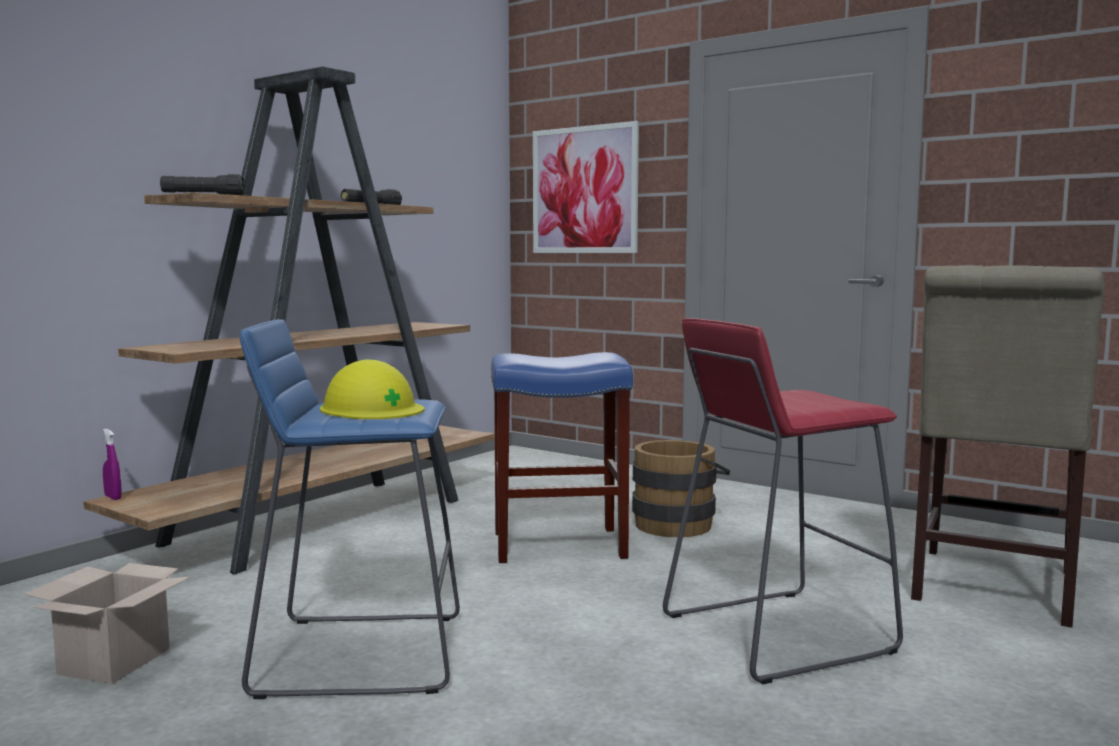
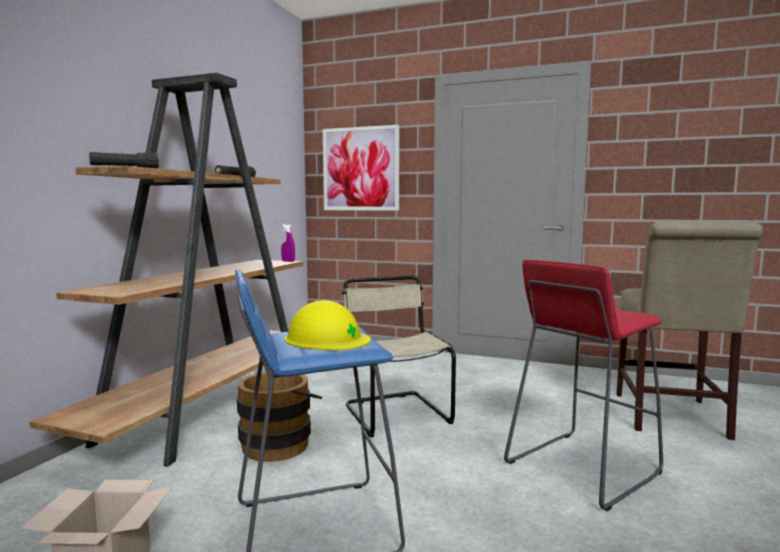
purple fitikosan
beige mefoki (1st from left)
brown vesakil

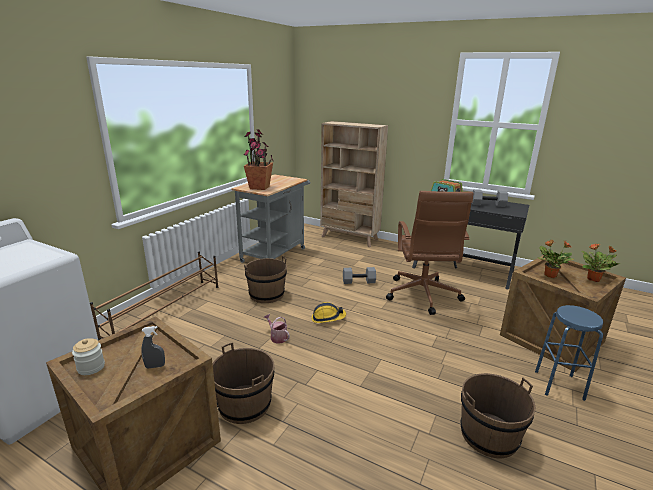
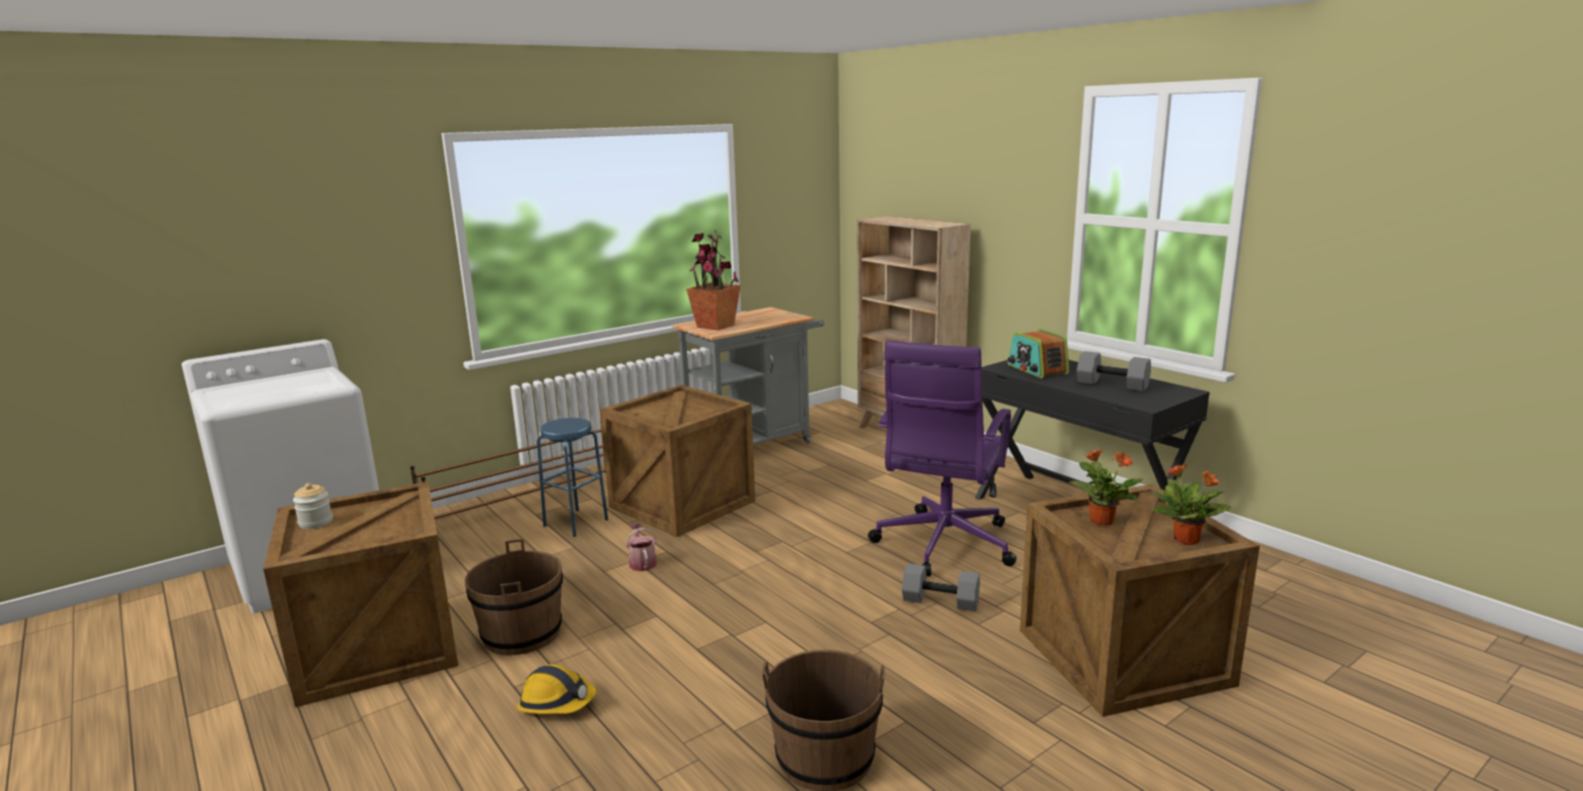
grey fitikosan
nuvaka (2nd from left)
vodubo
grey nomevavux (1st from left)
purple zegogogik
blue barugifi

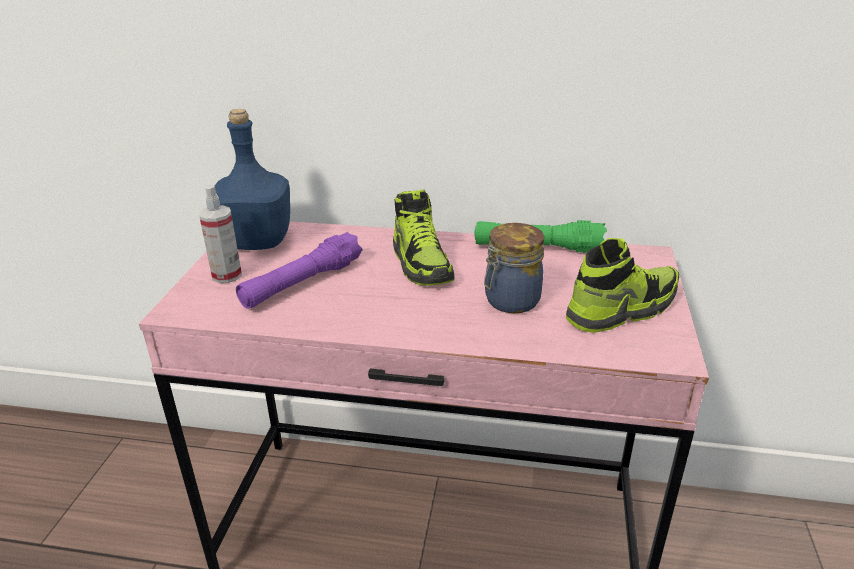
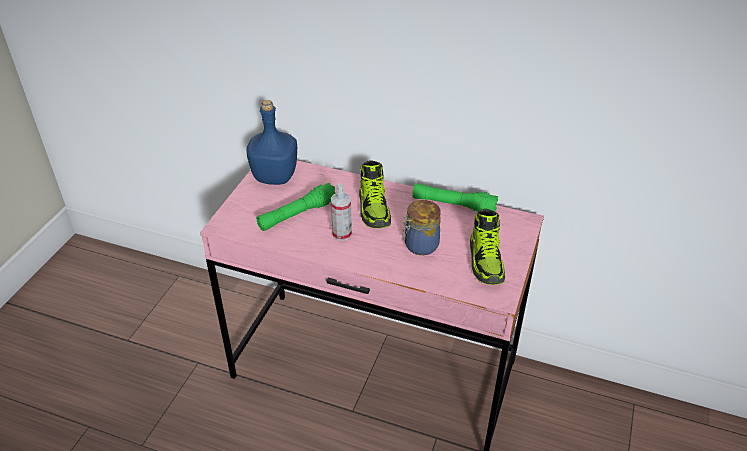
fitikosan
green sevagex (1st from left)
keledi (2nd from left)

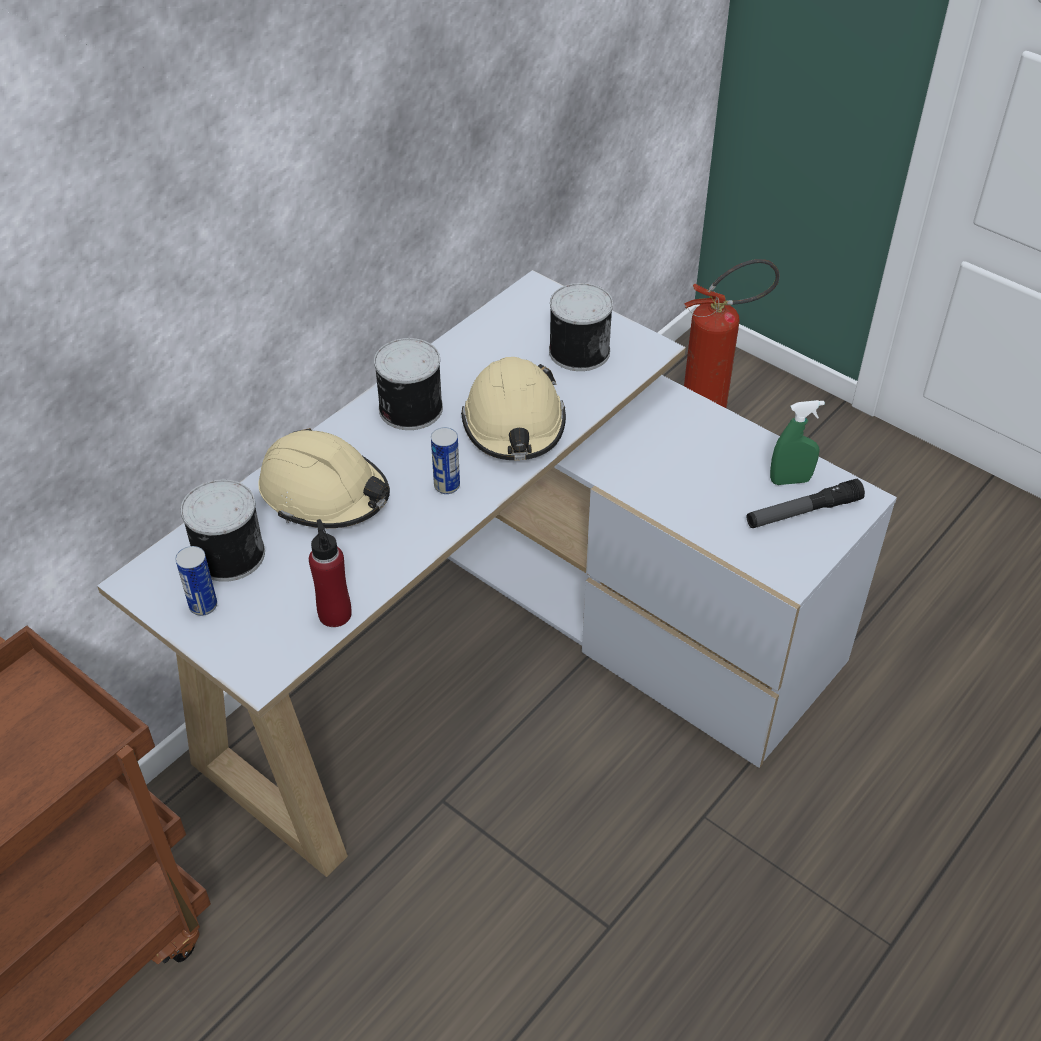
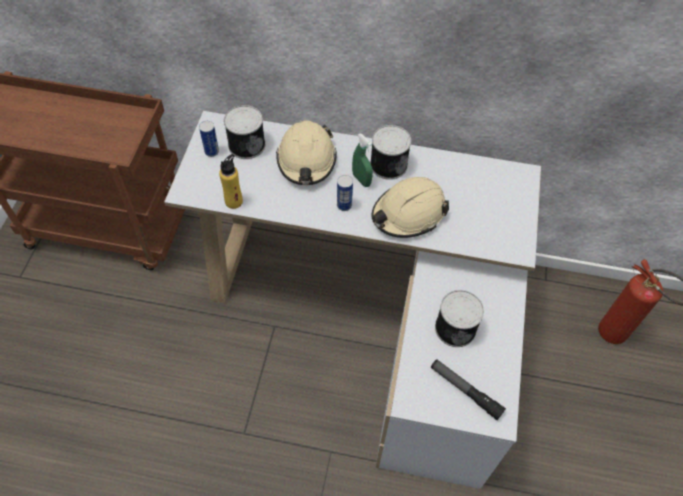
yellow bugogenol
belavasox (5th from left)
green fitikosan

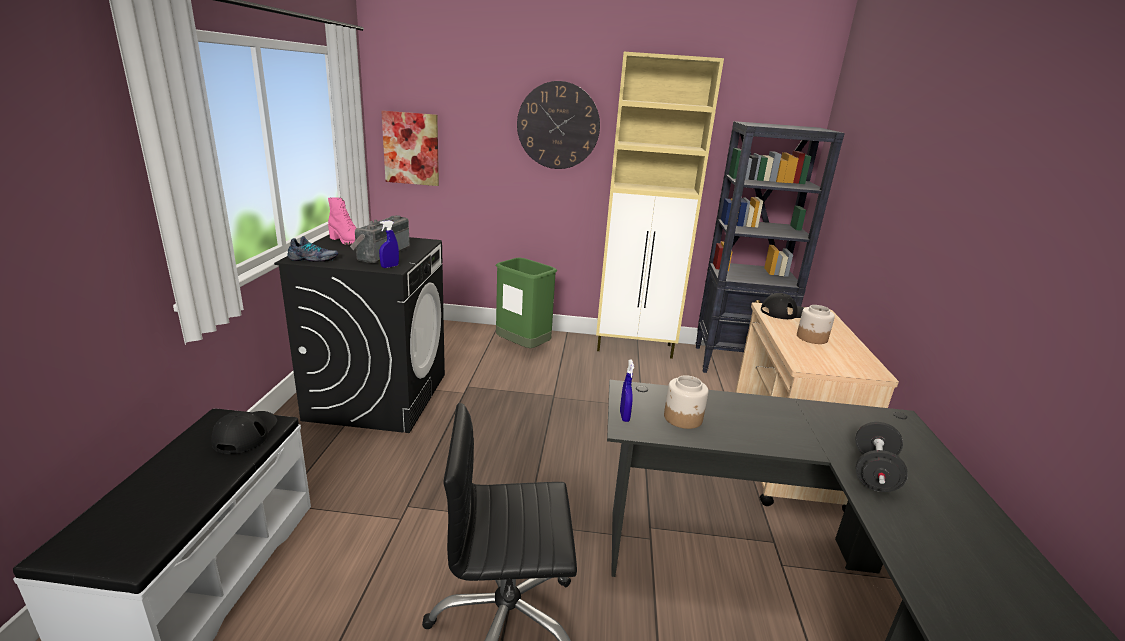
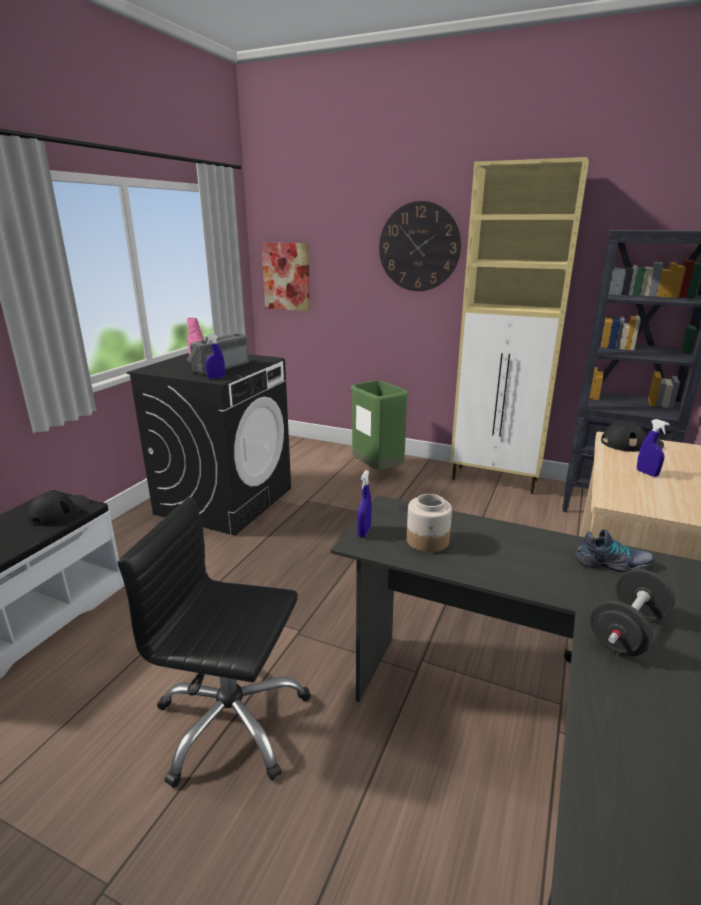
keledi
blue fitikosan (3rd from left)

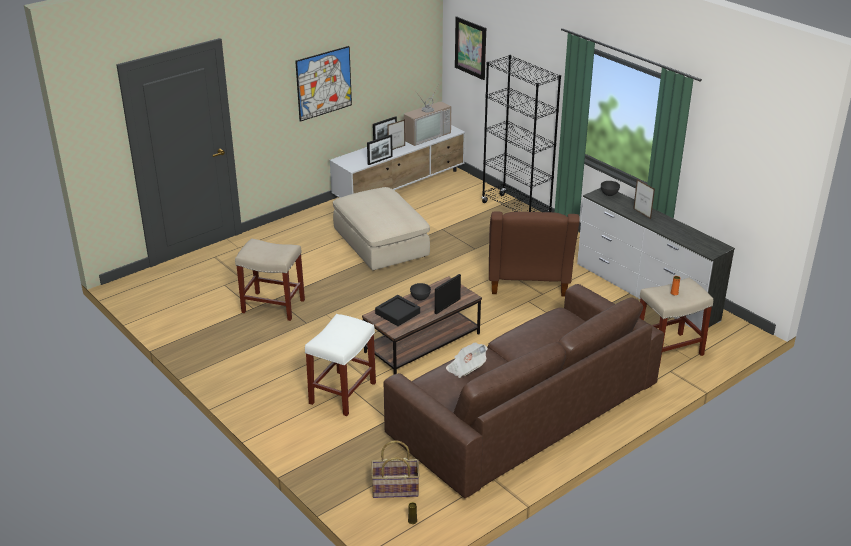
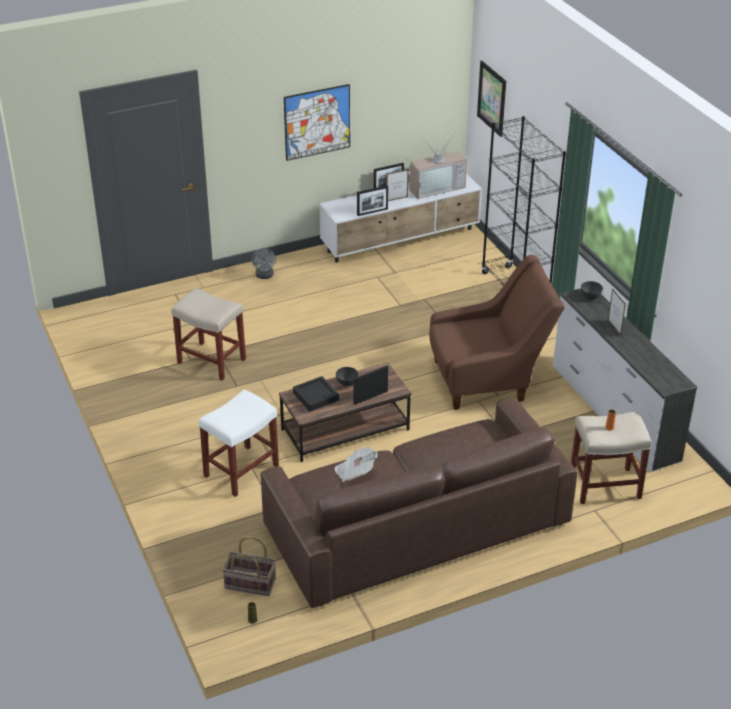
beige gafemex
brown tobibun
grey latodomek

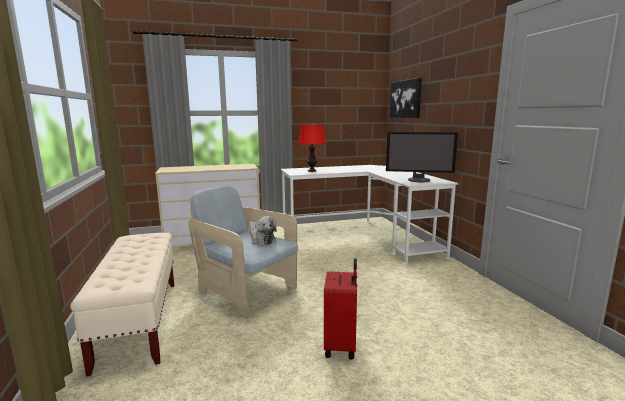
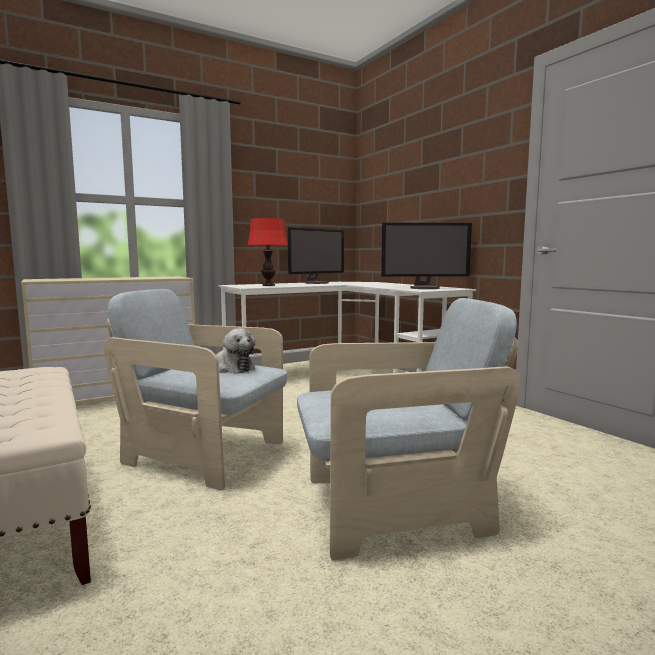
beige tobibun (2nd from left)
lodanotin
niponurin (1st from left)

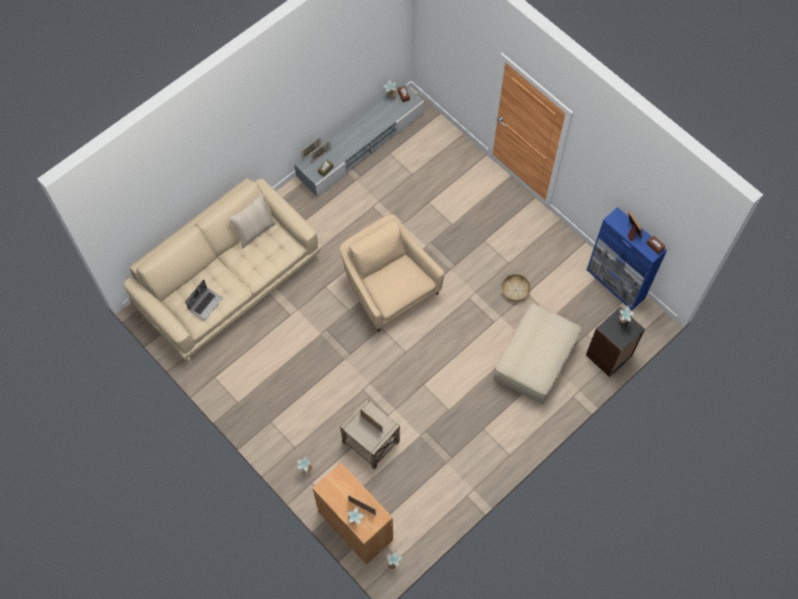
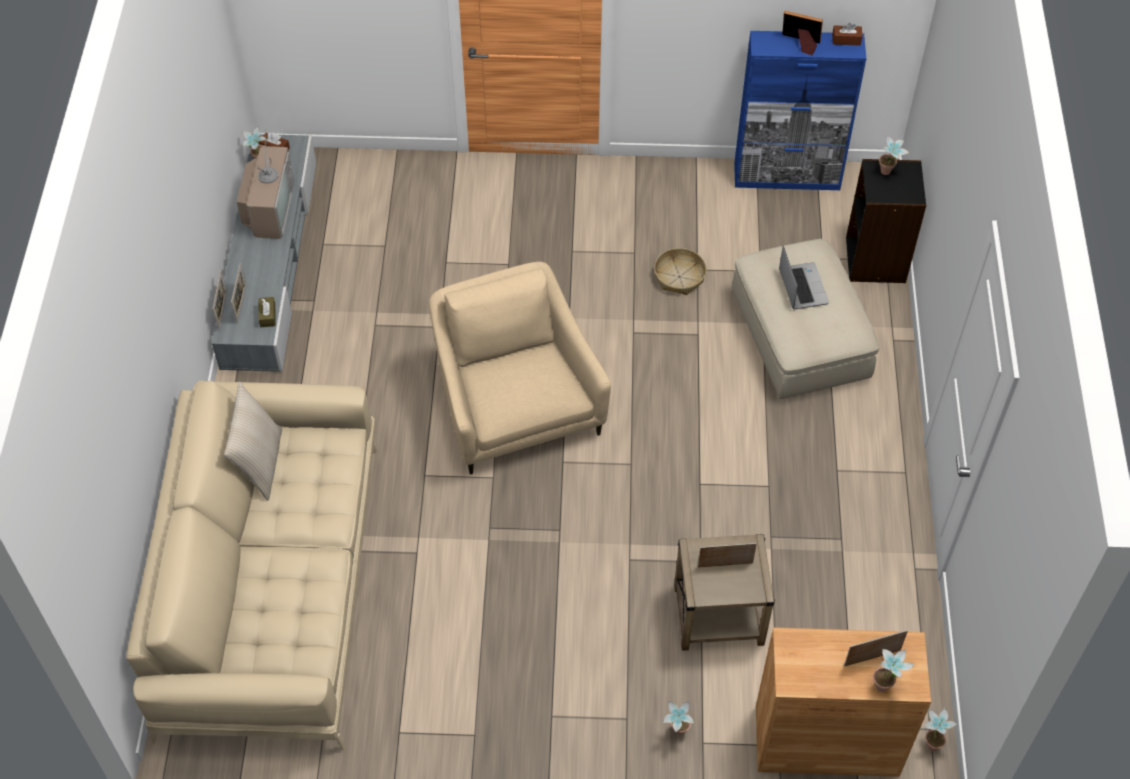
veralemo
beige tobibun
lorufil

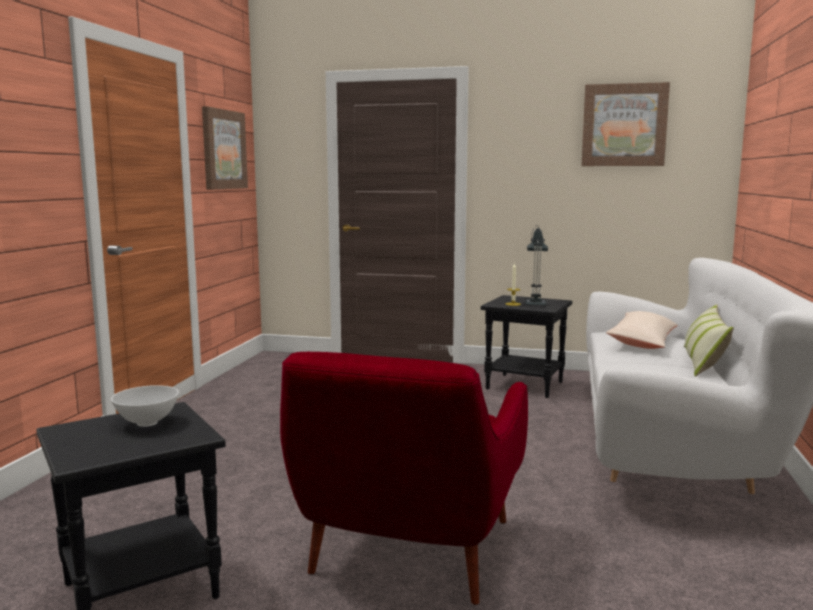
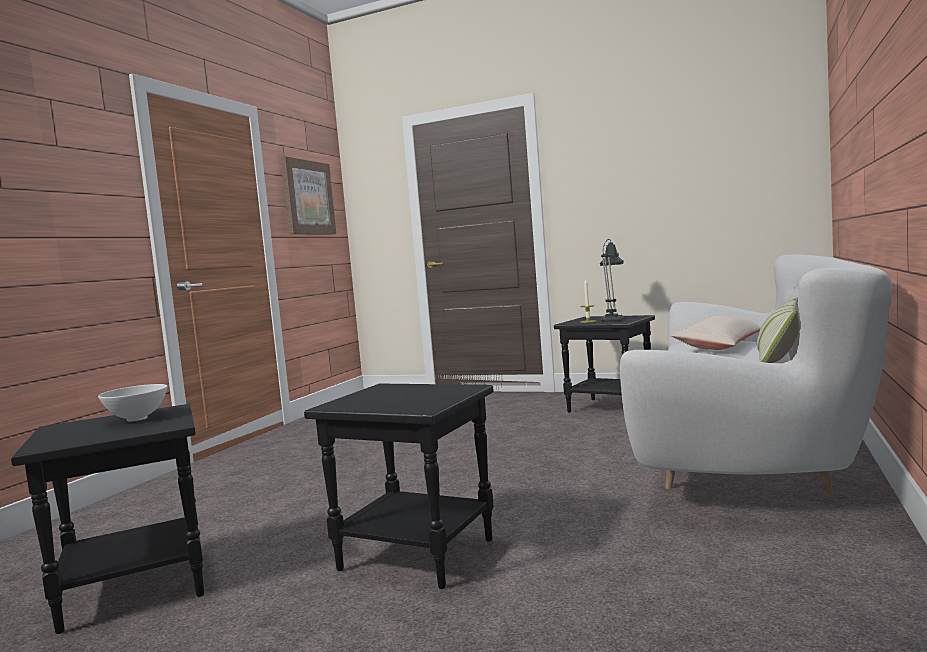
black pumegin (2nd from left)
lodanotin (2nd from left in the first image)

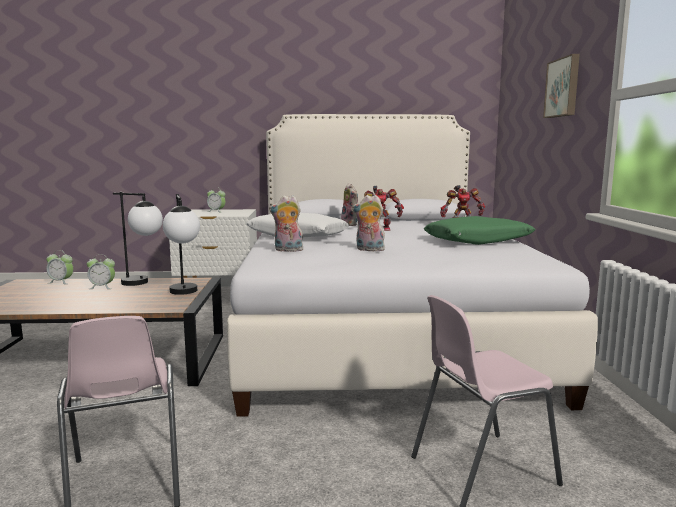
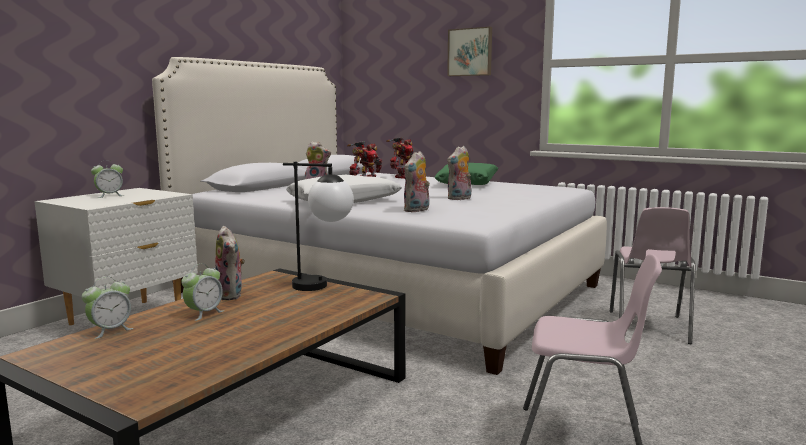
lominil (1st from left)

